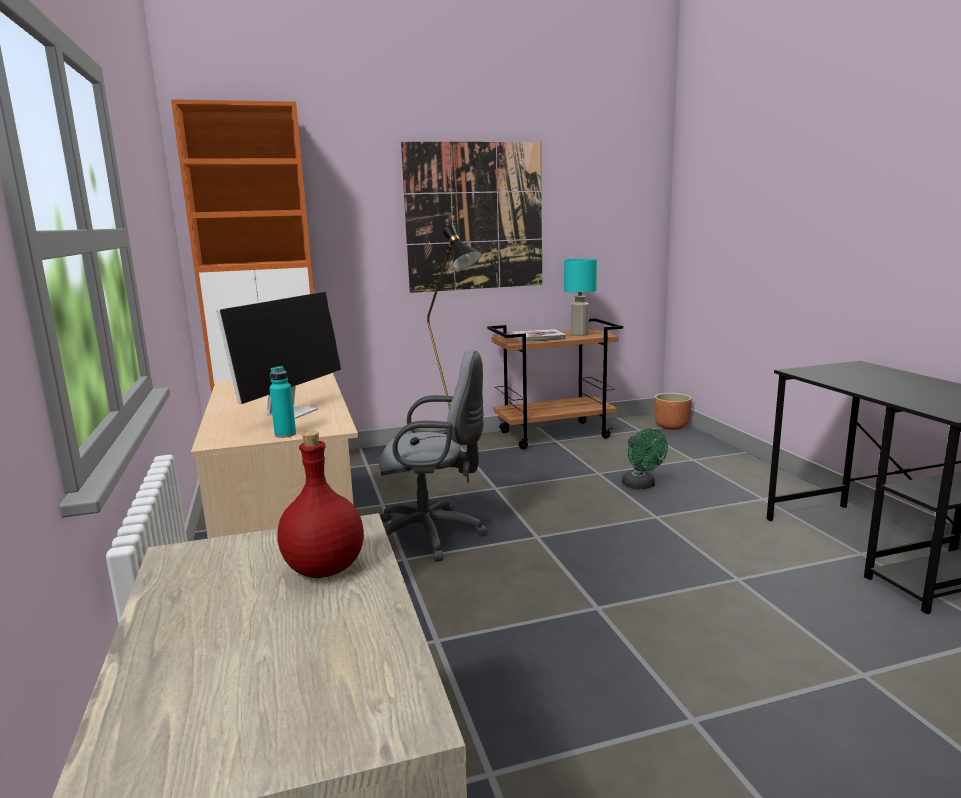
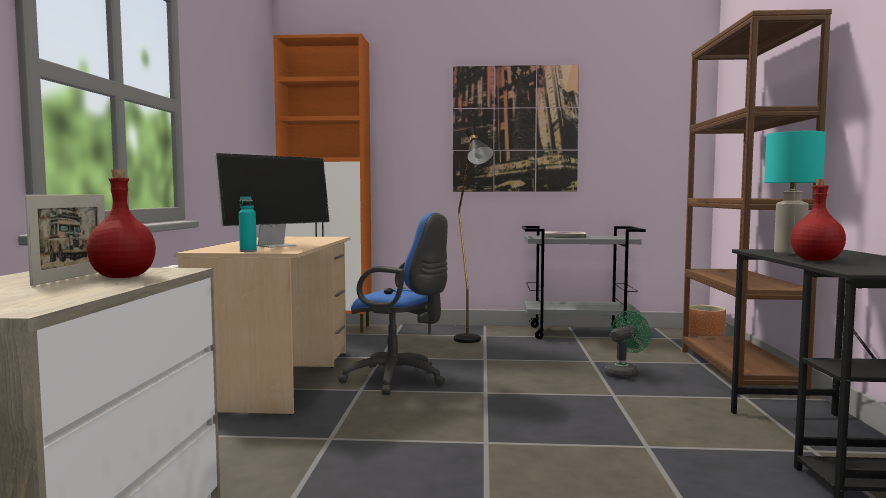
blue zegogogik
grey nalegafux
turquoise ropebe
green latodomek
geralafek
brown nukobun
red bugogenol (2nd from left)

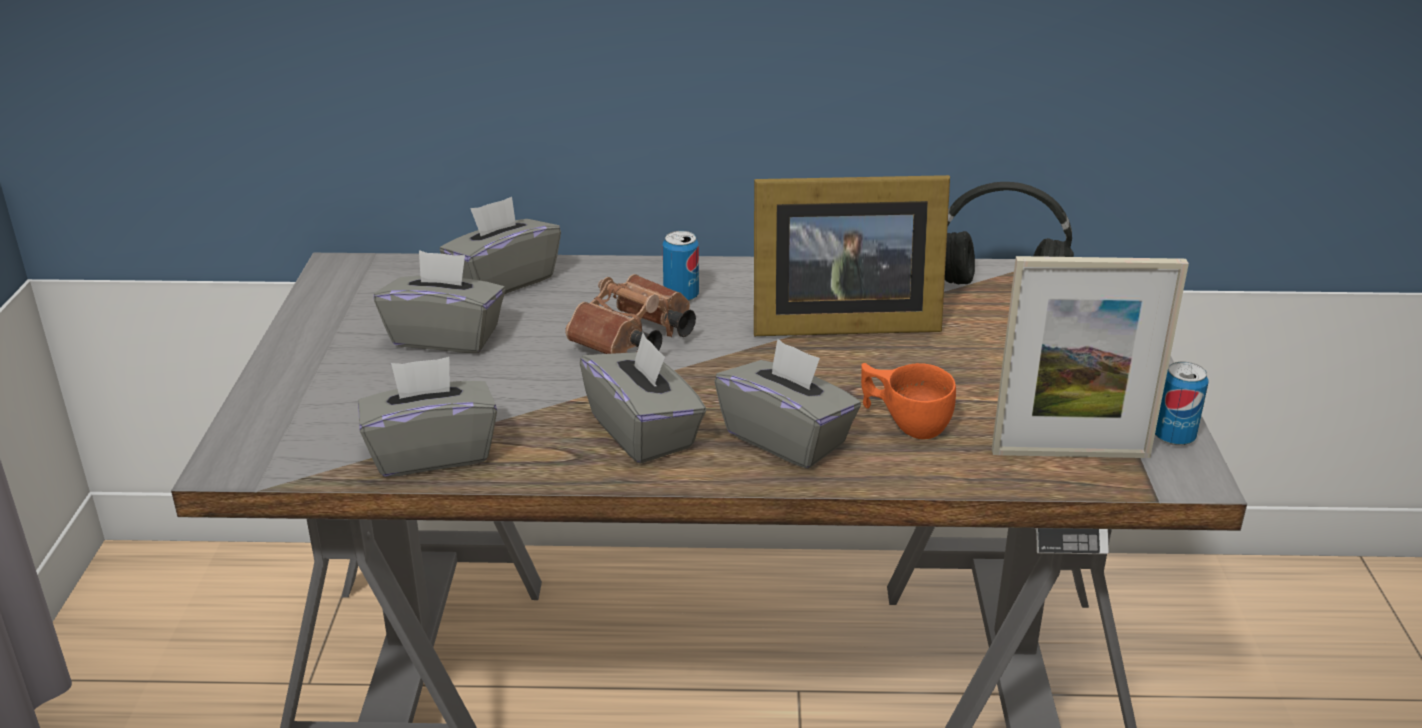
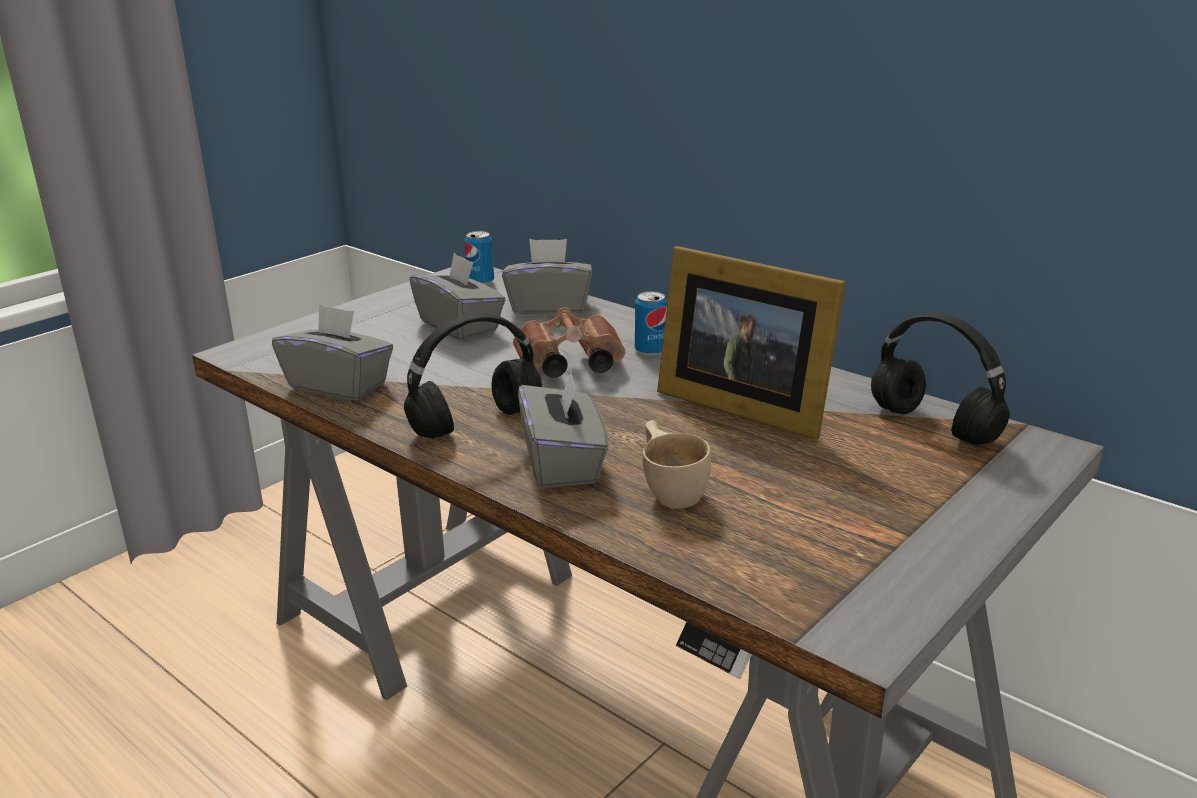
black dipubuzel (1st from left)
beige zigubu
geralafek (2nd from left in the first image)
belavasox (1st from left)

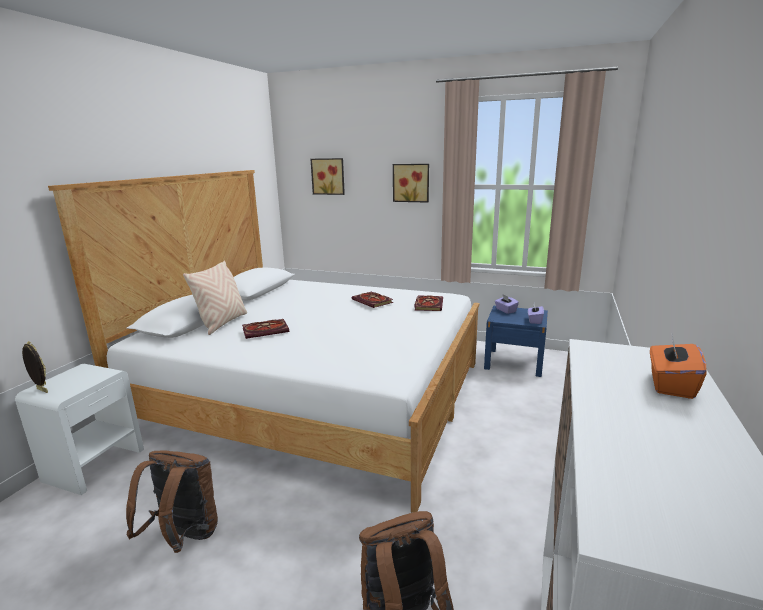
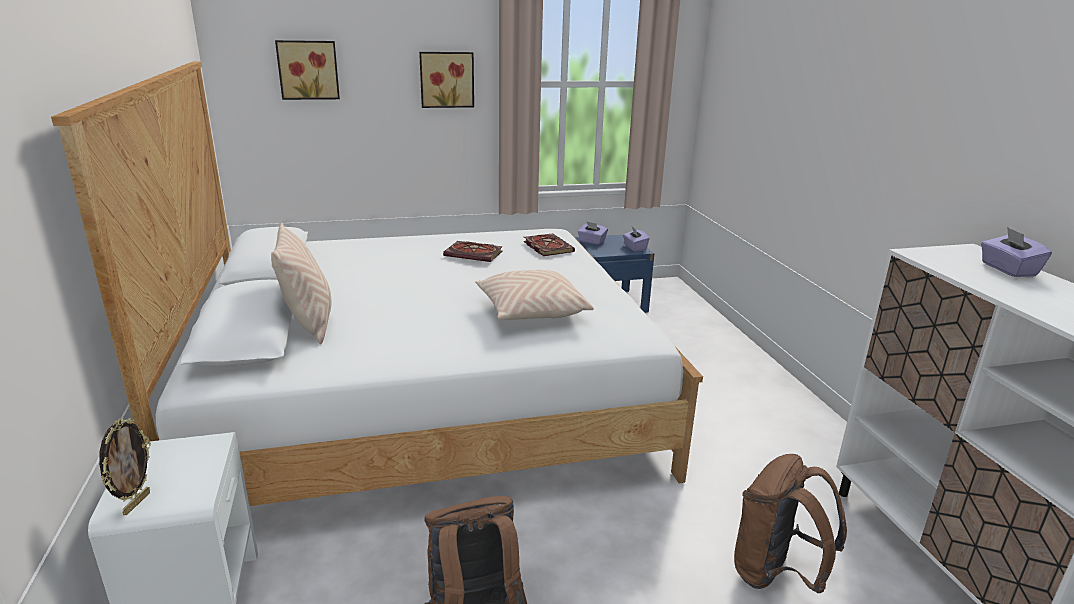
geralafek
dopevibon (1st from left in the first image)
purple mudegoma (3rd from left)
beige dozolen (2nd from left)

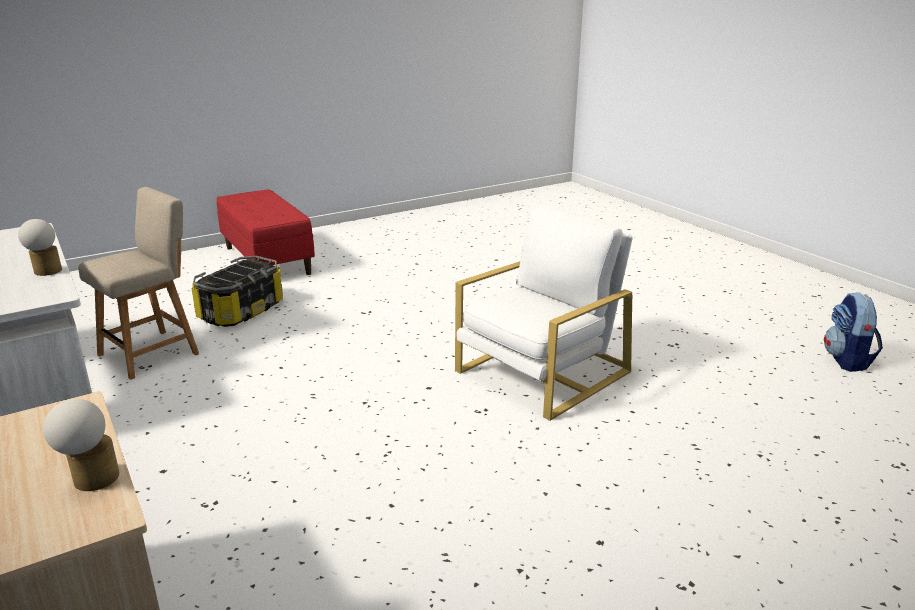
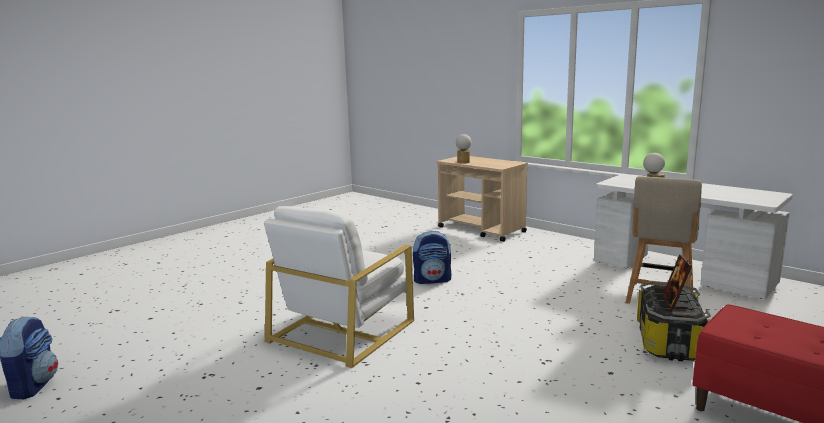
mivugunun (2nd from left)
geralafek

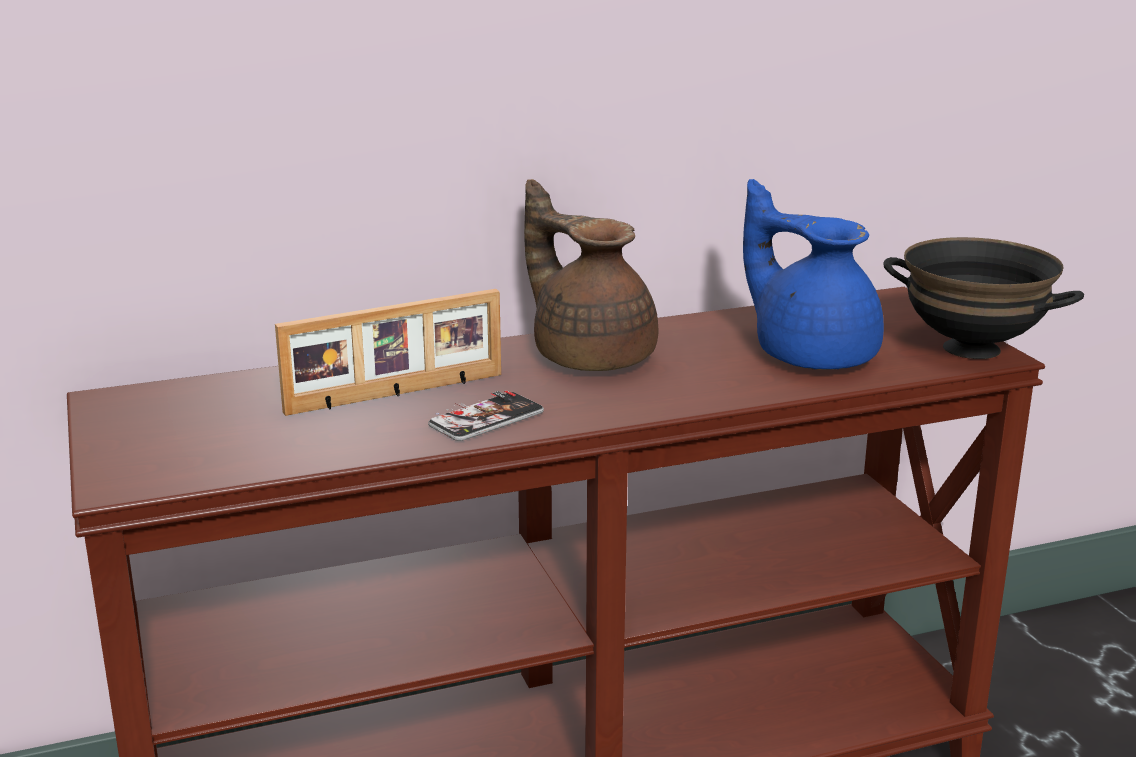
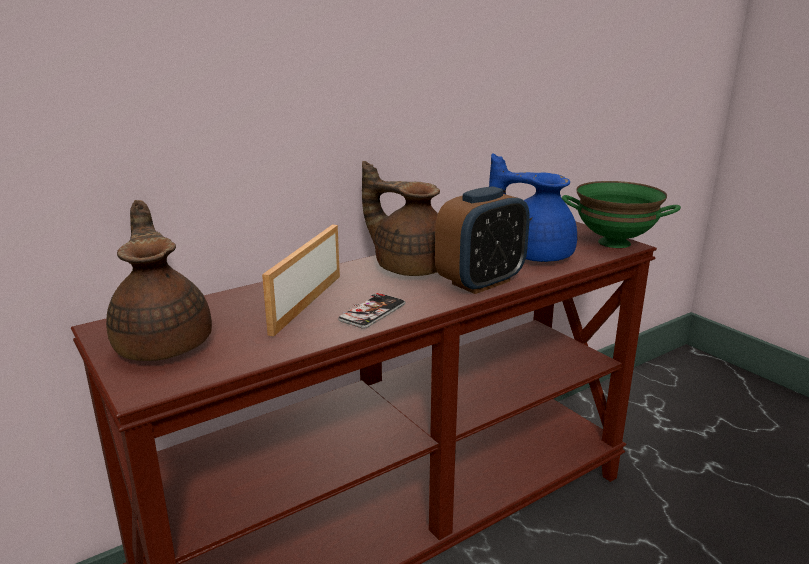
geralafek
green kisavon
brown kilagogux (1st from left)
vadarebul

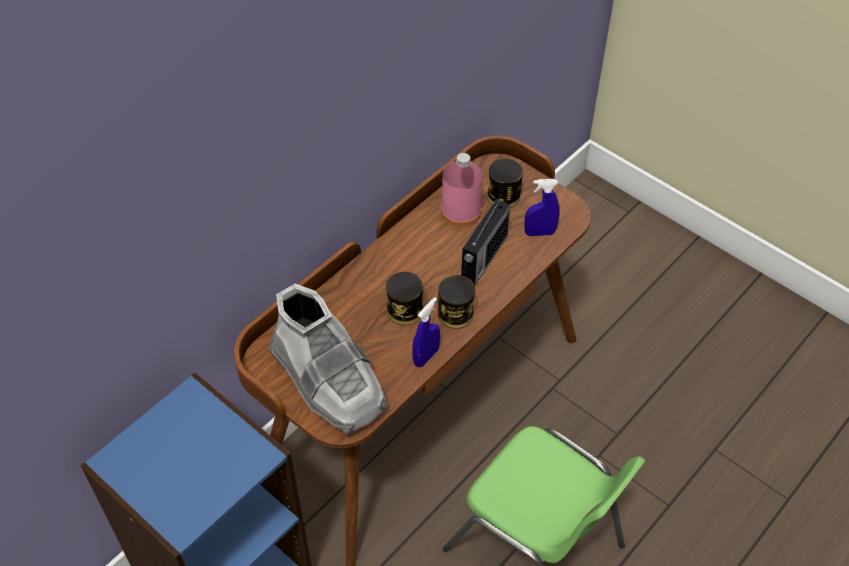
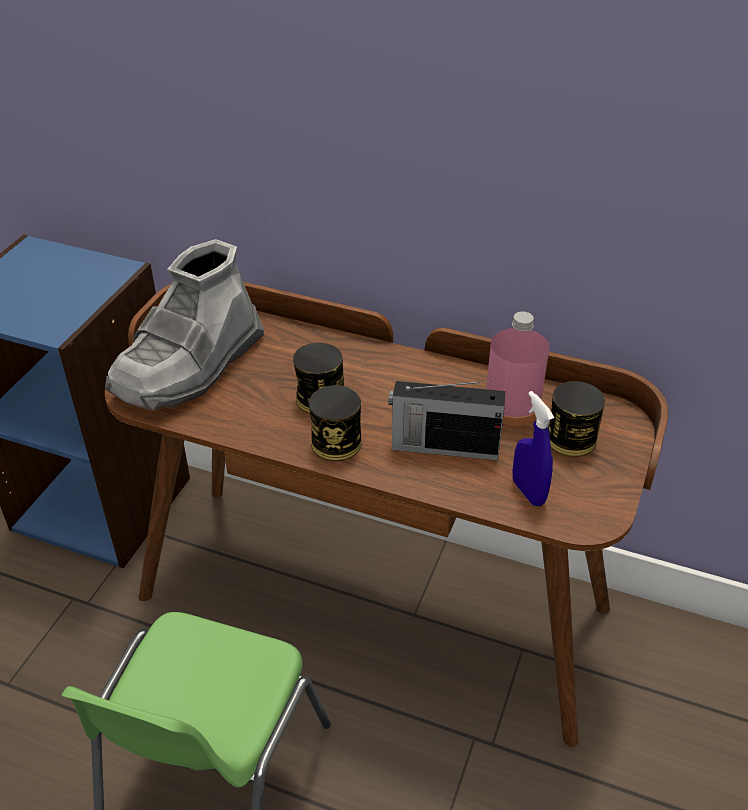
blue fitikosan (1st from left in the first image)

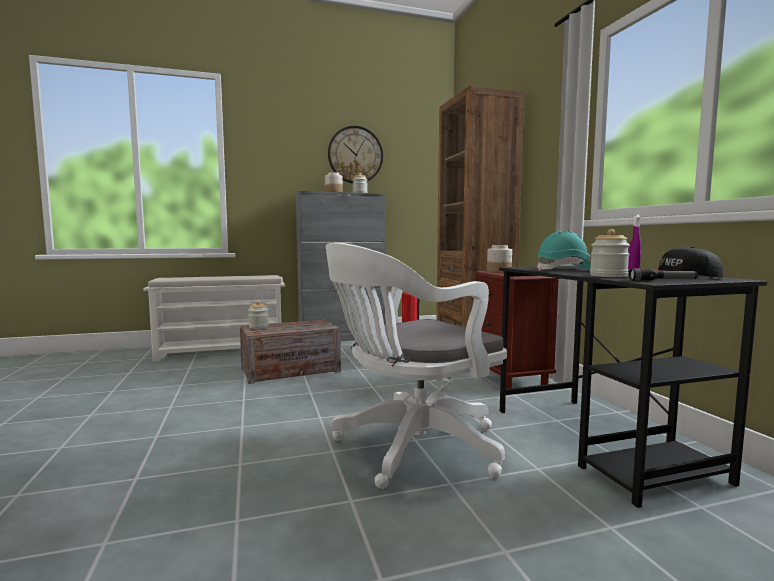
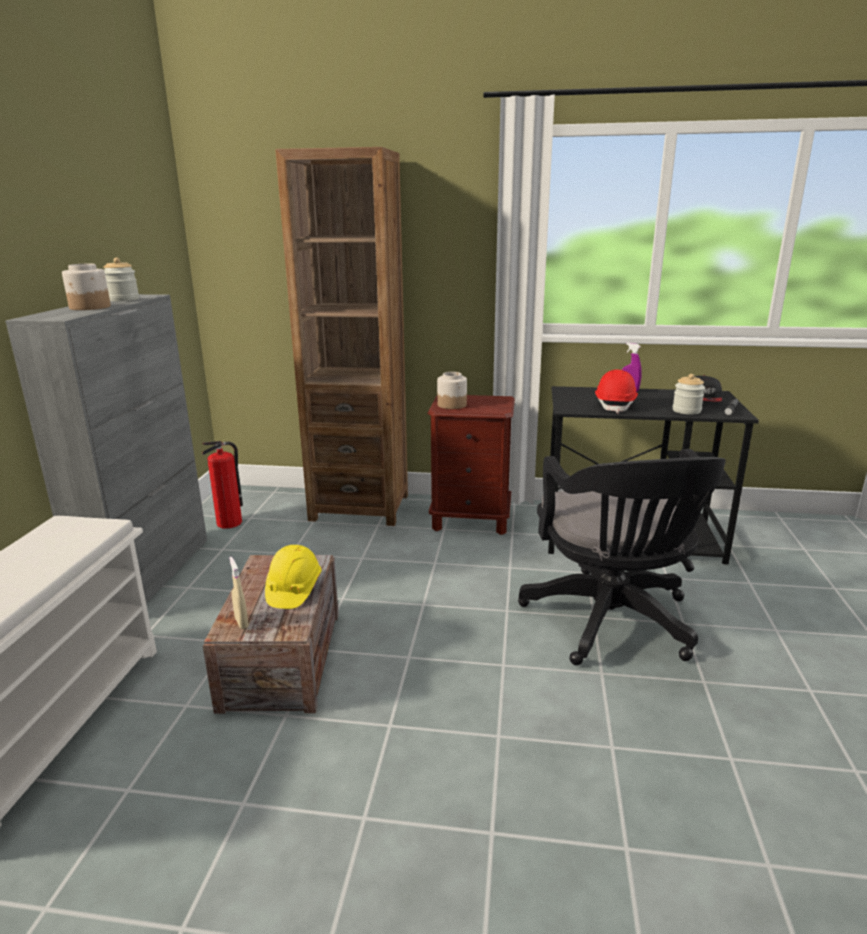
beige fitikosan
black zegogogik
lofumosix
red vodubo
yellow vodubo

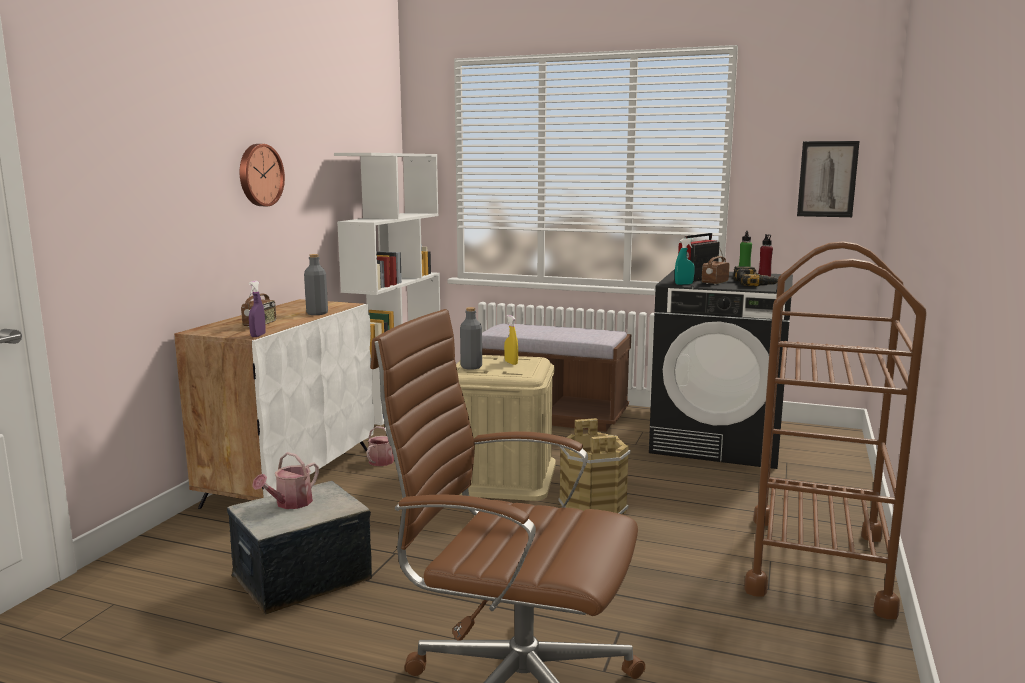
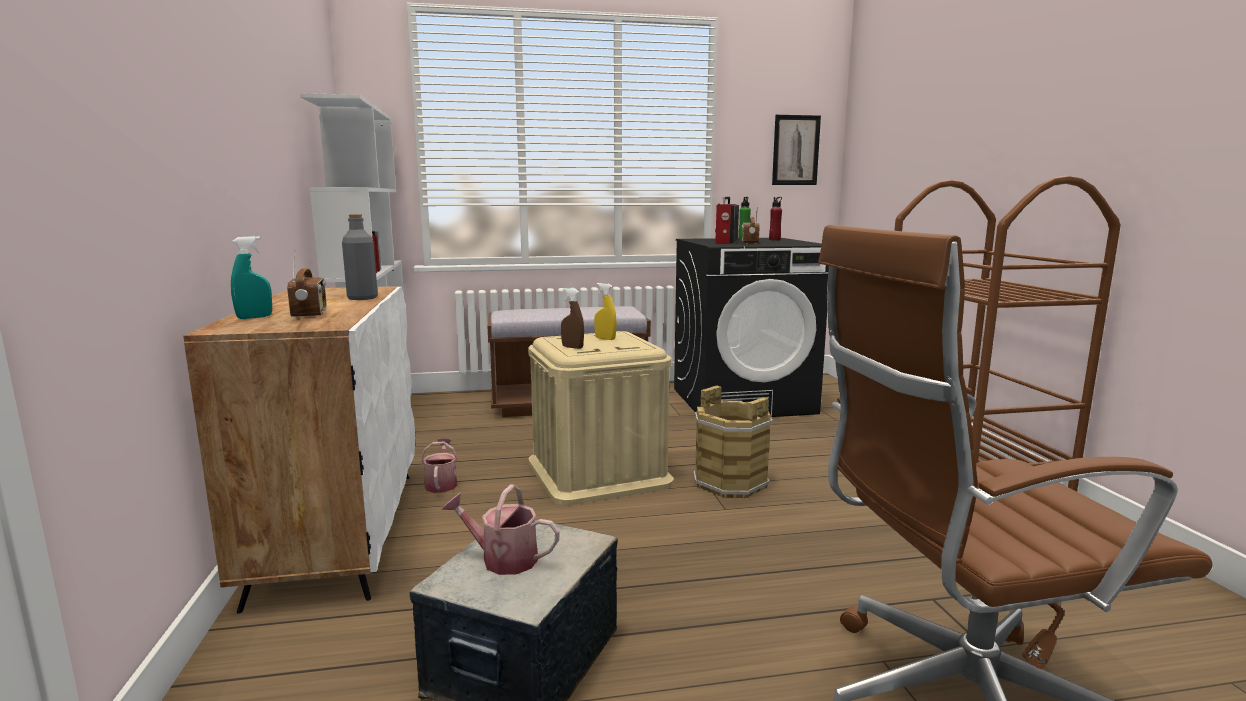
lofumosix
purple fitikosan
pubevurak (2nd from left)
brown fitikosan
turquoise fitikosan
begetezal

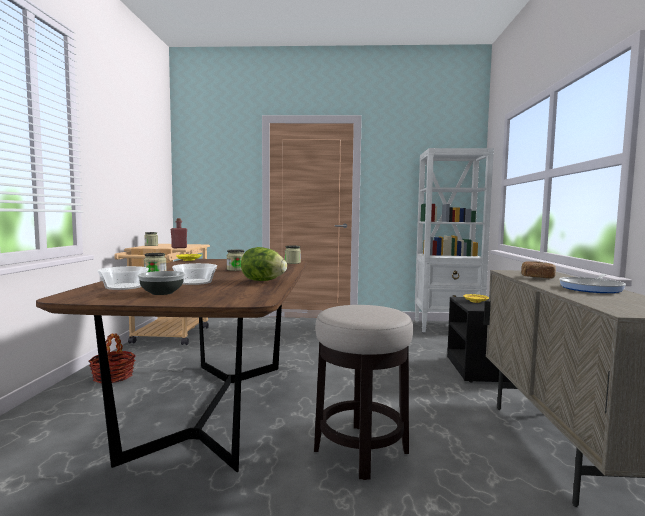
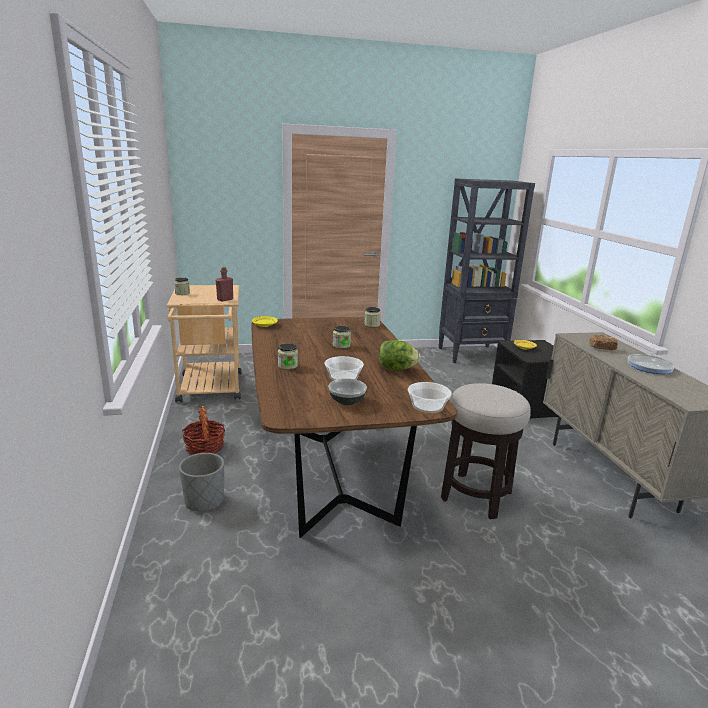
kisavon (3rd from left)
black nukobun
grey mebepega

